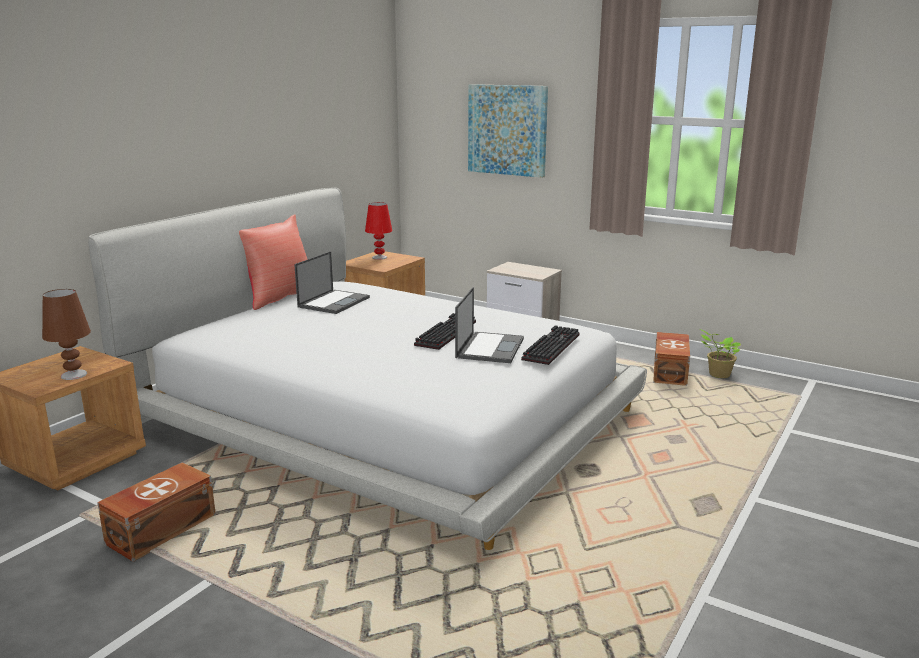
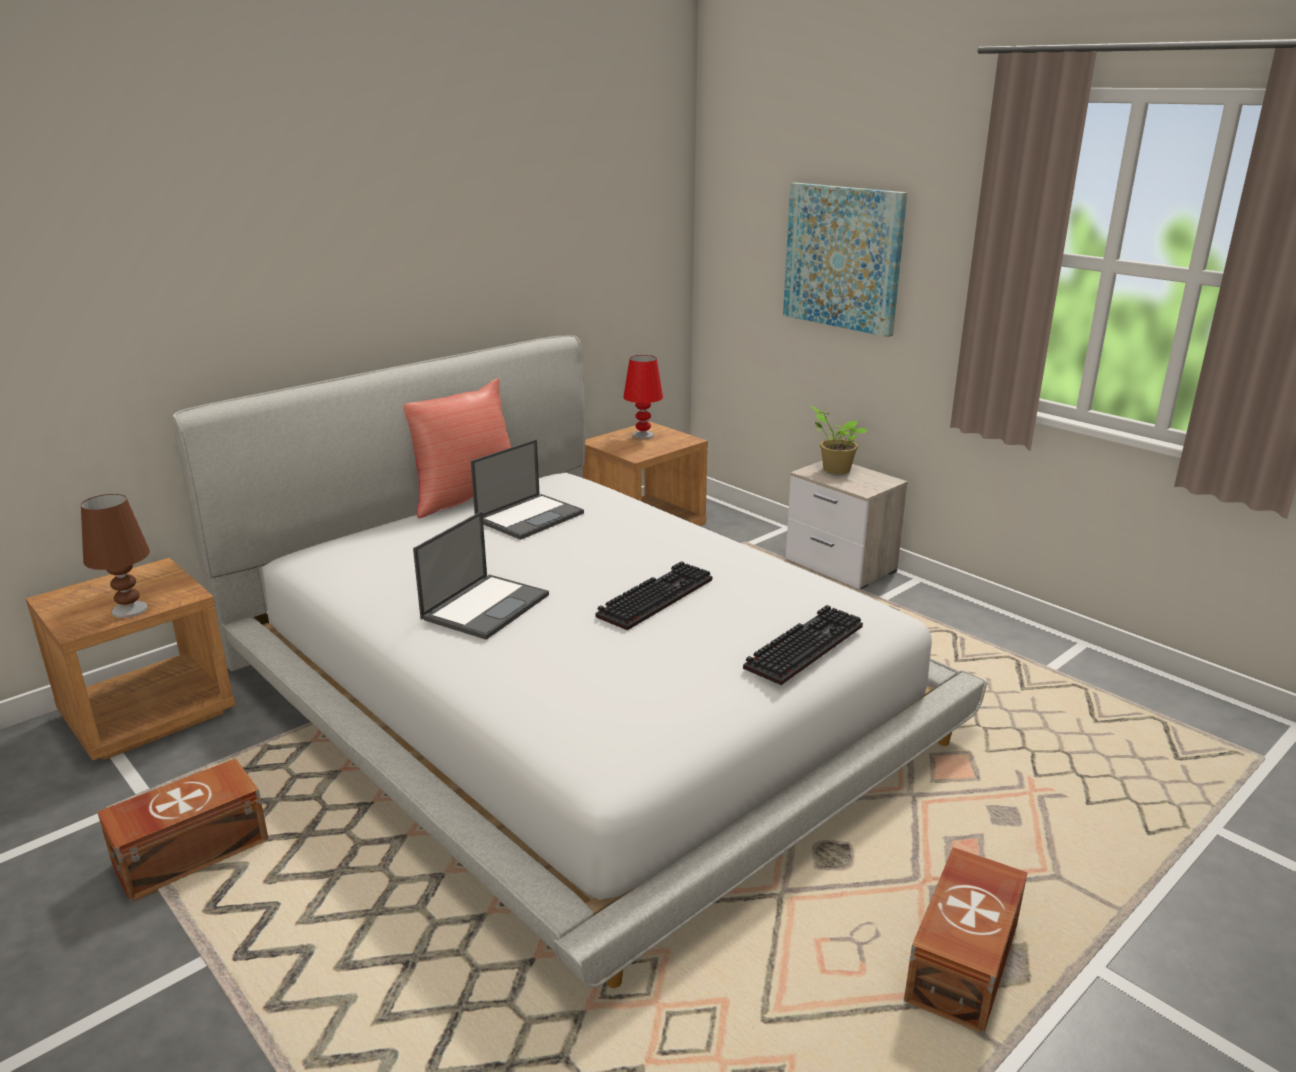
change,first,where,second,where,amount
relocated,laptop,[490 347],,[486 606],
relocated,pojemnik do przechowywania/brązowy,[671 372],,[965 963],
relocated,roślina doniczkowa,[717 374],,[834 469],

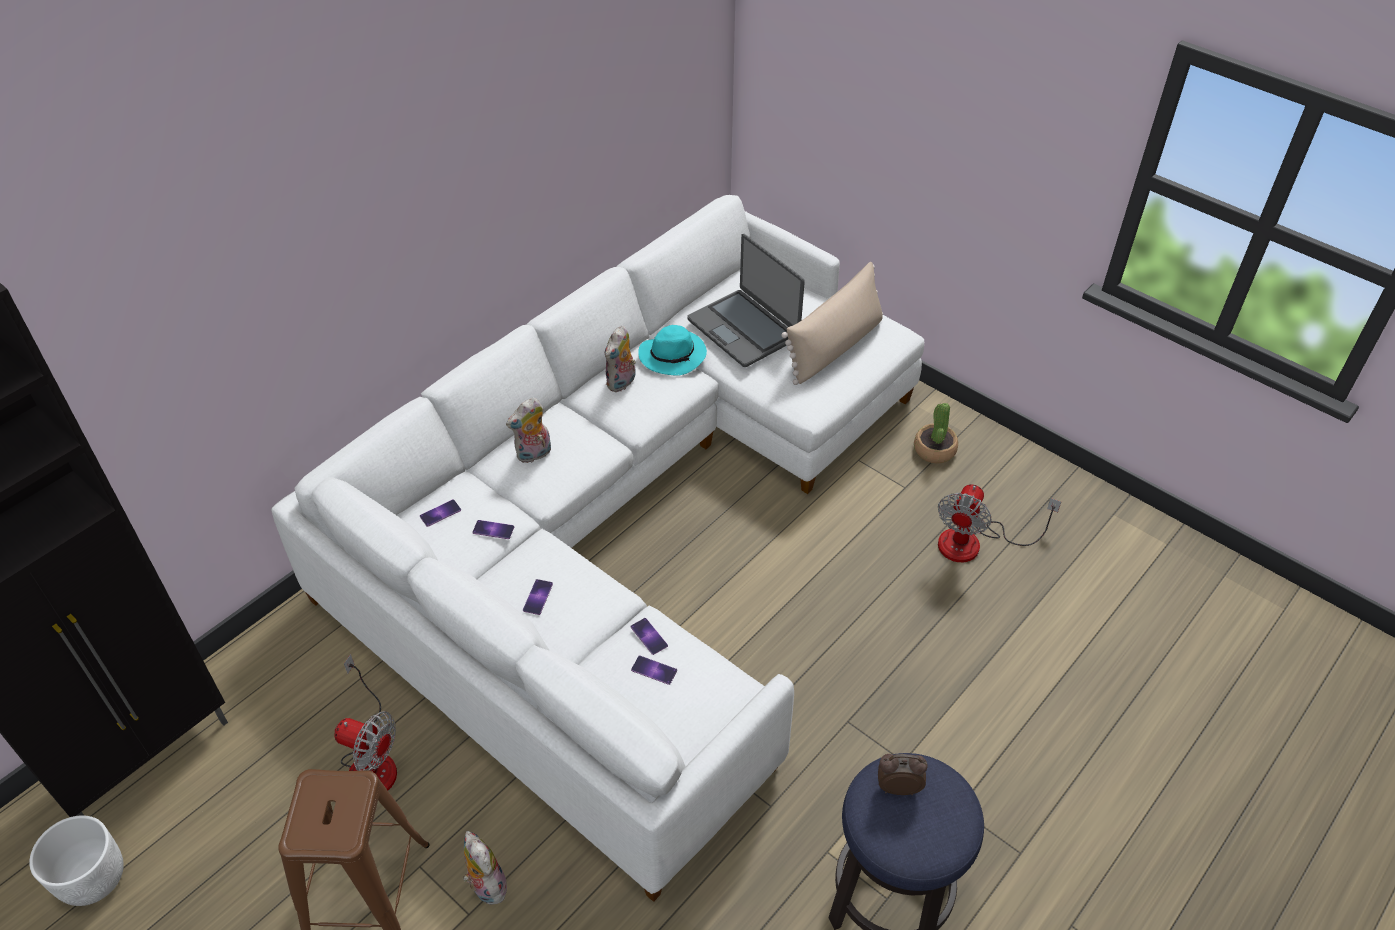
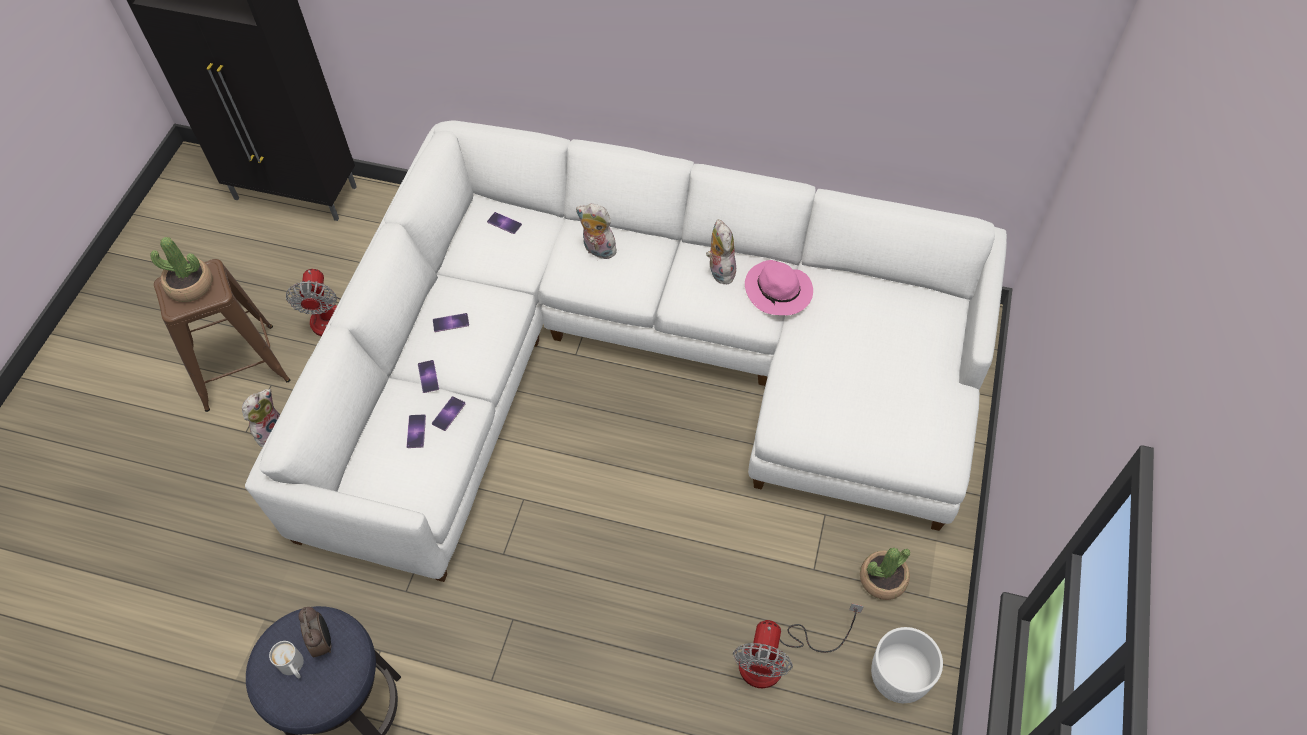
change,first,where,second,where,amount
missing,laptop,[744 329],,,
missing,poduszka/beżowy,[835 347],,,
appeared,,,roślina doniczkowa,[190 286],
appeared,,,kubek/biały,[294 667],
relocated,donica/biały,[93 878],,[899 677],
relocated,telefon,[493 529],,[428 376],
colour,kapelusz/turkusowy,[673 355],kapelusz/różowy,[779 291],
spun,pluszak,[622 383],,[719 270],75 degrees clockwise
spun,wentylator,[974 543],,[777 658],75 degrees counterclockwise

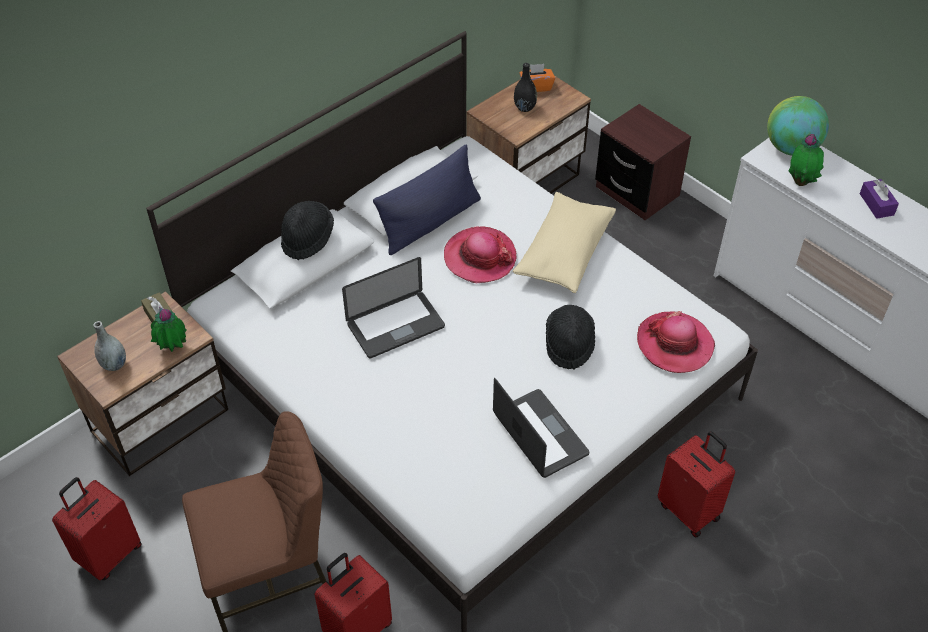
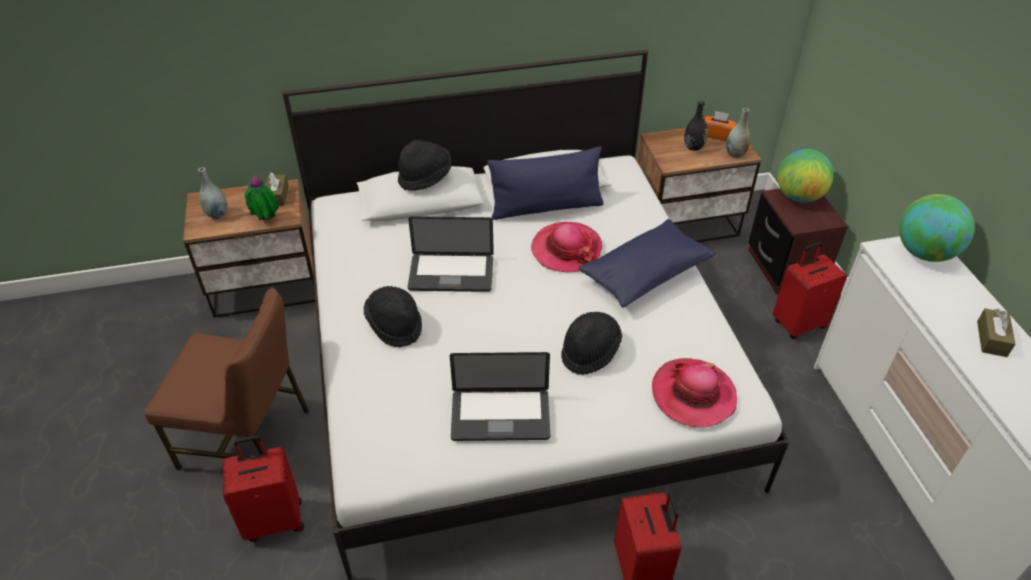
change,first,where,second,where,amount
missing,roślina doniczkowa,[801 182],,,
appeared,,,kapelusz/czarny,[395 325],
appeared,,,wazon/szary,[735 154],
appeared,,,globus,[798 196],
relocated,walizka/czerwony,[109 554],,[798 324],
colour,poduszka/beżowy,[564 253],poduszka/niebieski,[645 274],
colour,pudełko chusteczek/fioletowy,[876 204],pudełko chusteczek/brązowy,[991 339],
spun,laptop,[540 434],,[500 416],90 degrees clockwise

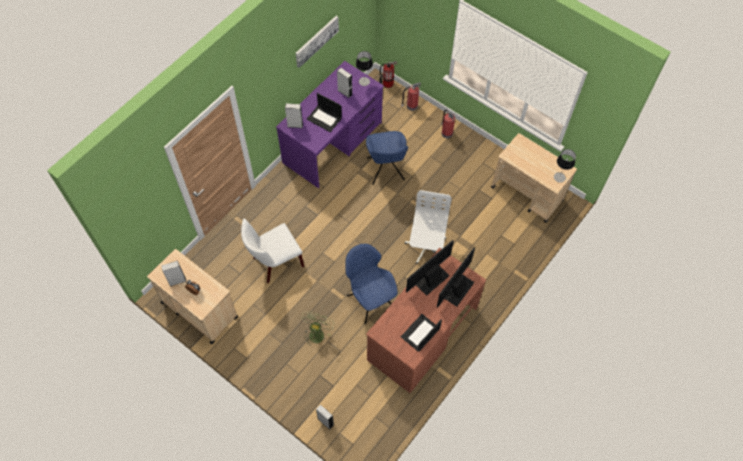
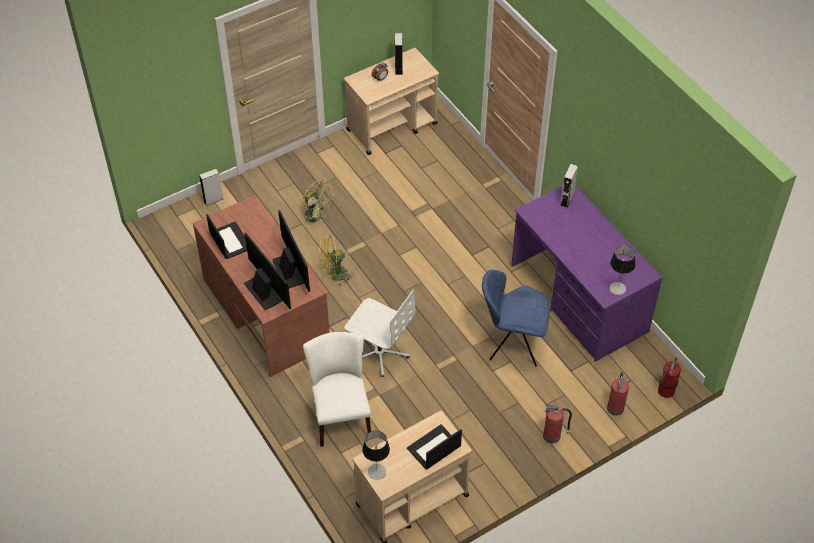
change,first,where,second,where,amount
missing,obraz,[316 40],,,
missing,głośnik/szary,[345 92],,,
relocated,krzesło/biały,[275 263],,[340 414],
relocated,laptop,[324 118],,[433 448],
exchanged,krzesło/niebieski,[370 299],wentylator/żółty,[334 275],

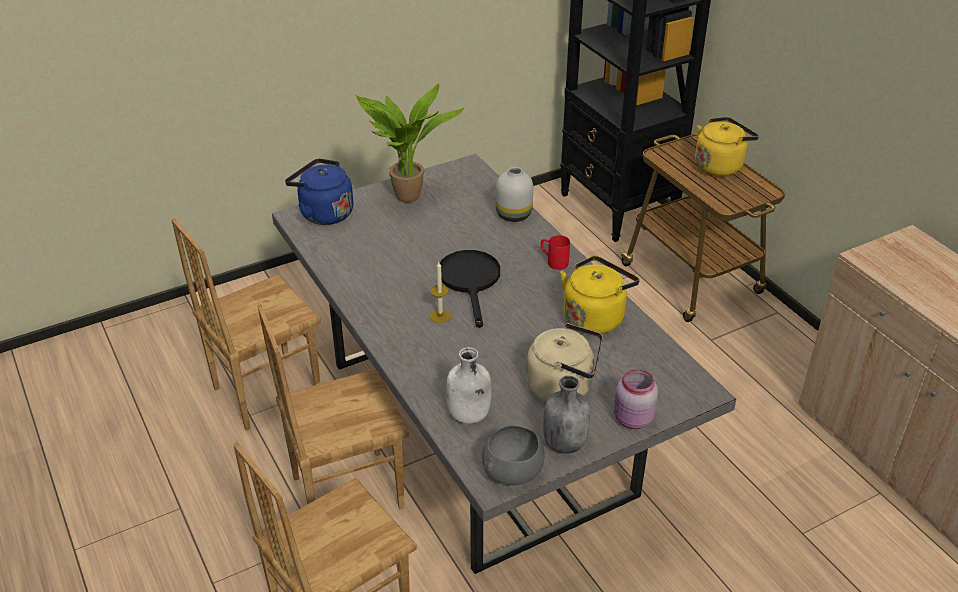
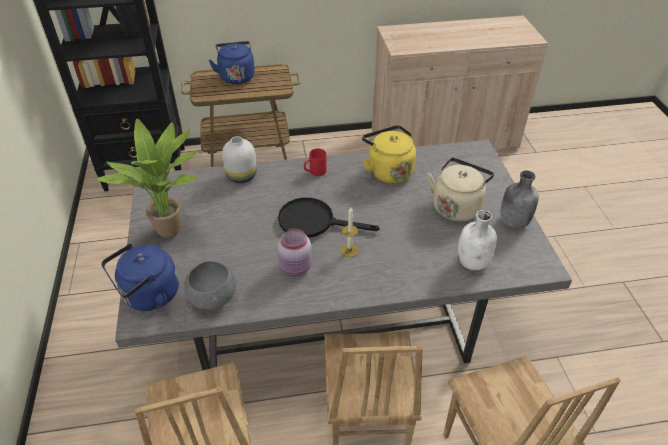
change,first,where,second,where,amount
relocated,miska/szary,[512 473],,[213 299],
relocated,słoik/różowy,[632 420],,[296 268],
colour,czajnik/żółty,[720 165],czajnik/niebieski,[236 76],

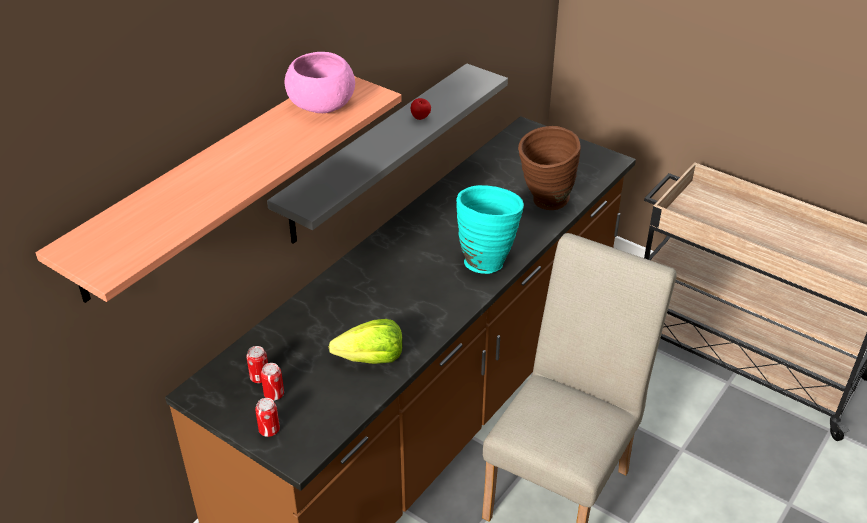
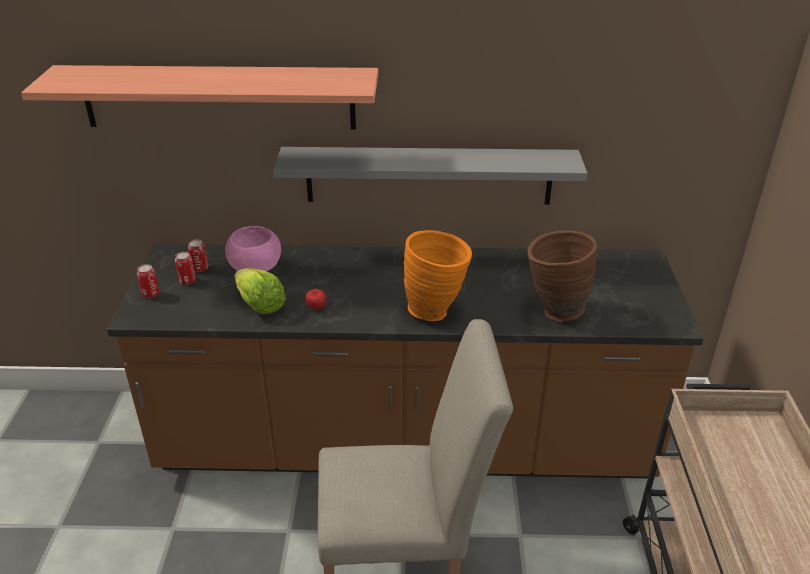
change,first,where,second,where,amount
relocated,miska/różowy,[321 106],,[255 268],
relocated,jabłko,[420 118],,[316 308],
colour,wazon/turkusowy,[486 259],wazon/pomarańczowy,[436 311],

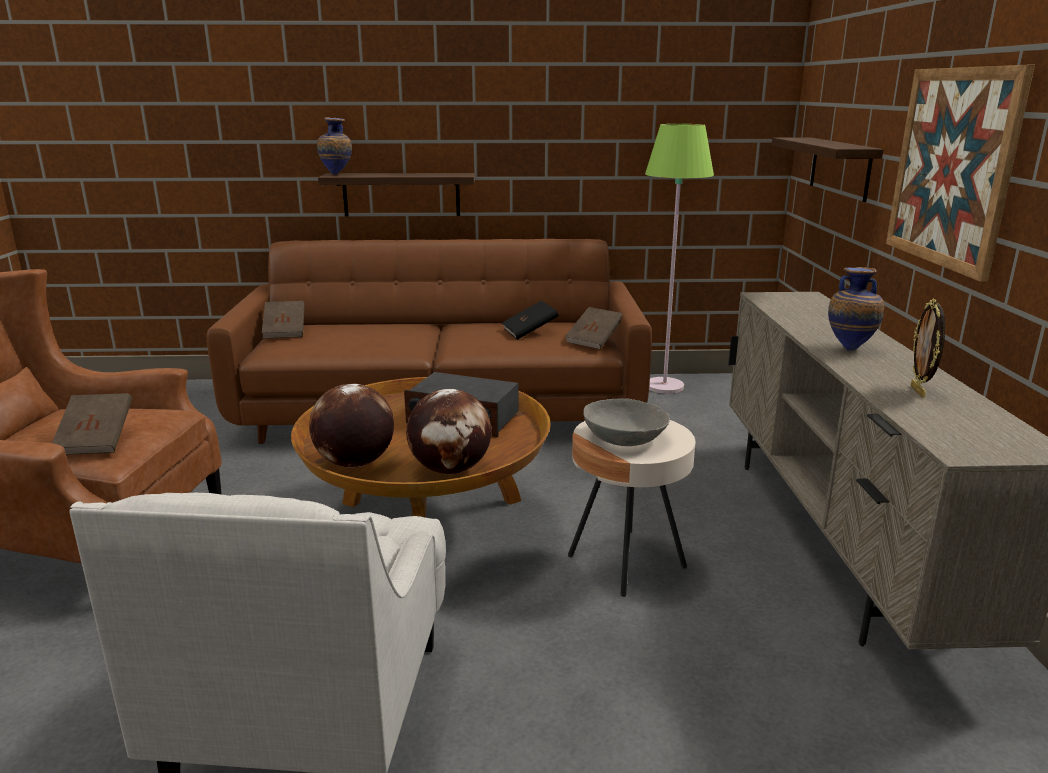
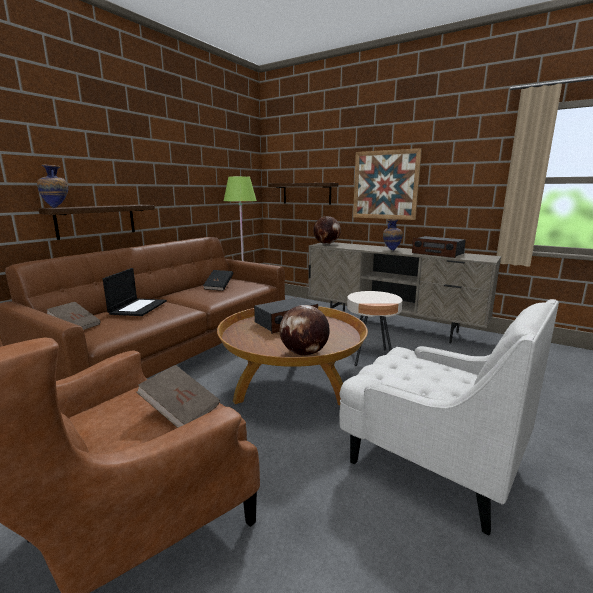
change,first,where,second,where,amount
missing,książka/brązowy,[594 341],,,
missing,miska/szary,[624 438],,,
appeared,,,laptop,[138 307],
relocated,globus,[451 469],,[326 244],
exchanged,ramka na zdjęcie,[919 391],radio,[437 253],

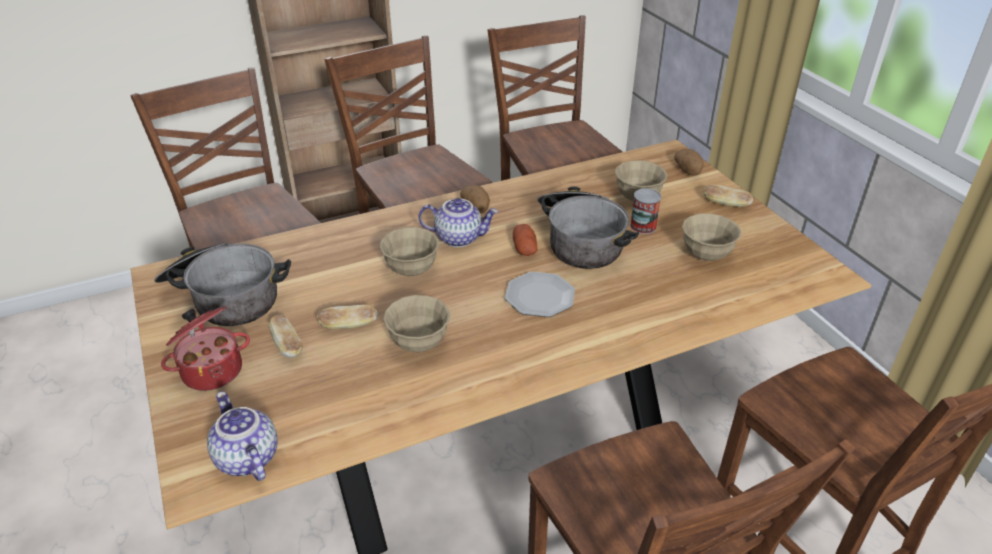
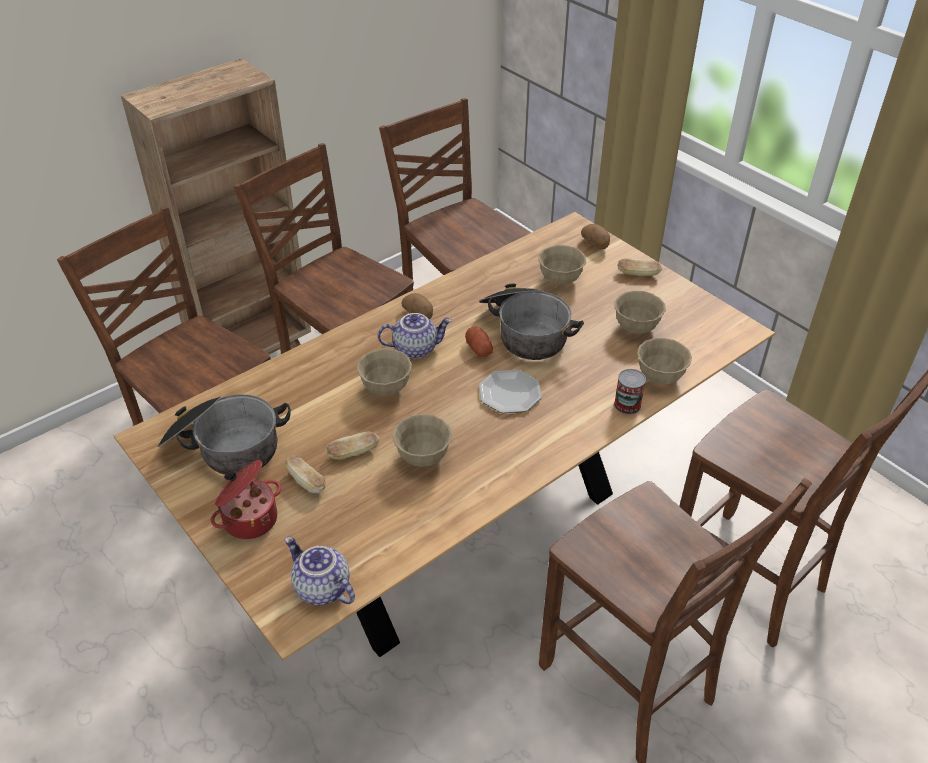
change,first,where,second,where,amount
appeared,,,miska/beżowy,[660 377],
relocated,puszka,[643 226],,[627 405],

